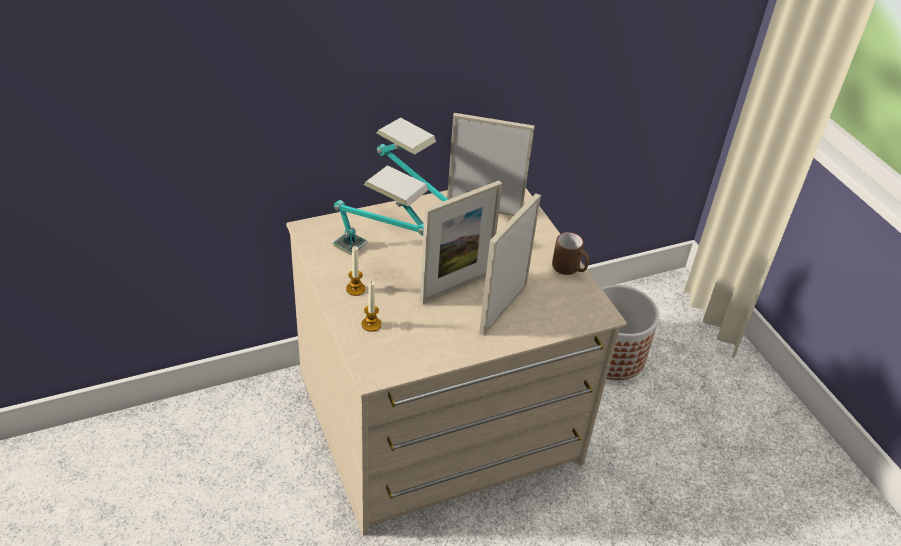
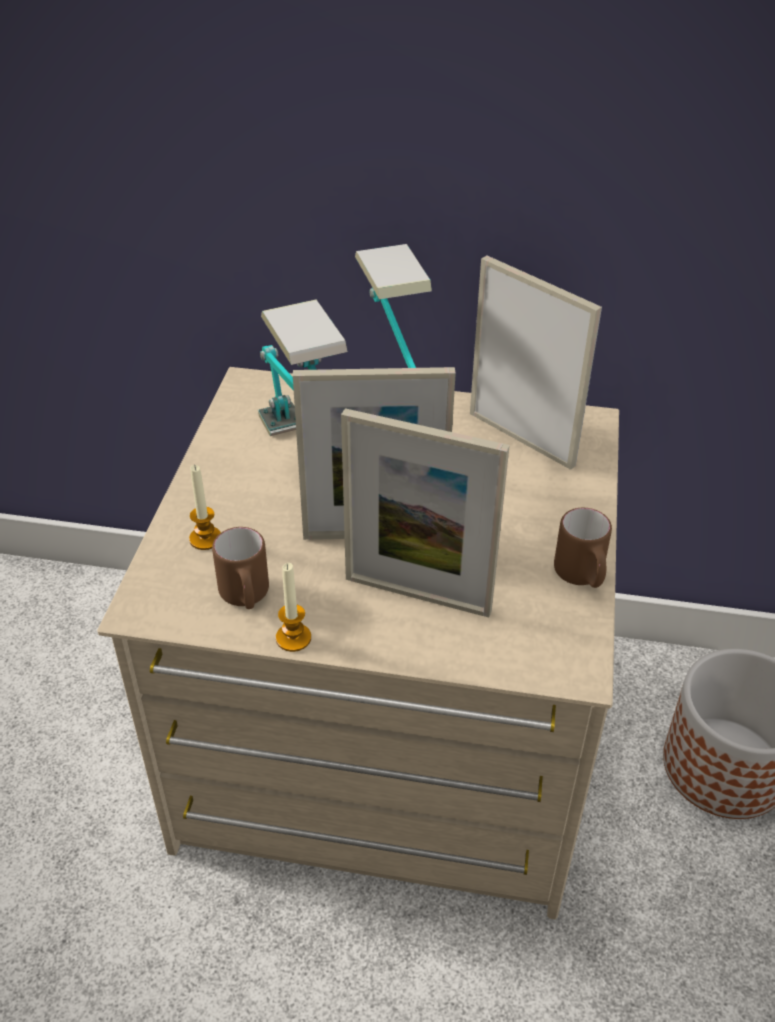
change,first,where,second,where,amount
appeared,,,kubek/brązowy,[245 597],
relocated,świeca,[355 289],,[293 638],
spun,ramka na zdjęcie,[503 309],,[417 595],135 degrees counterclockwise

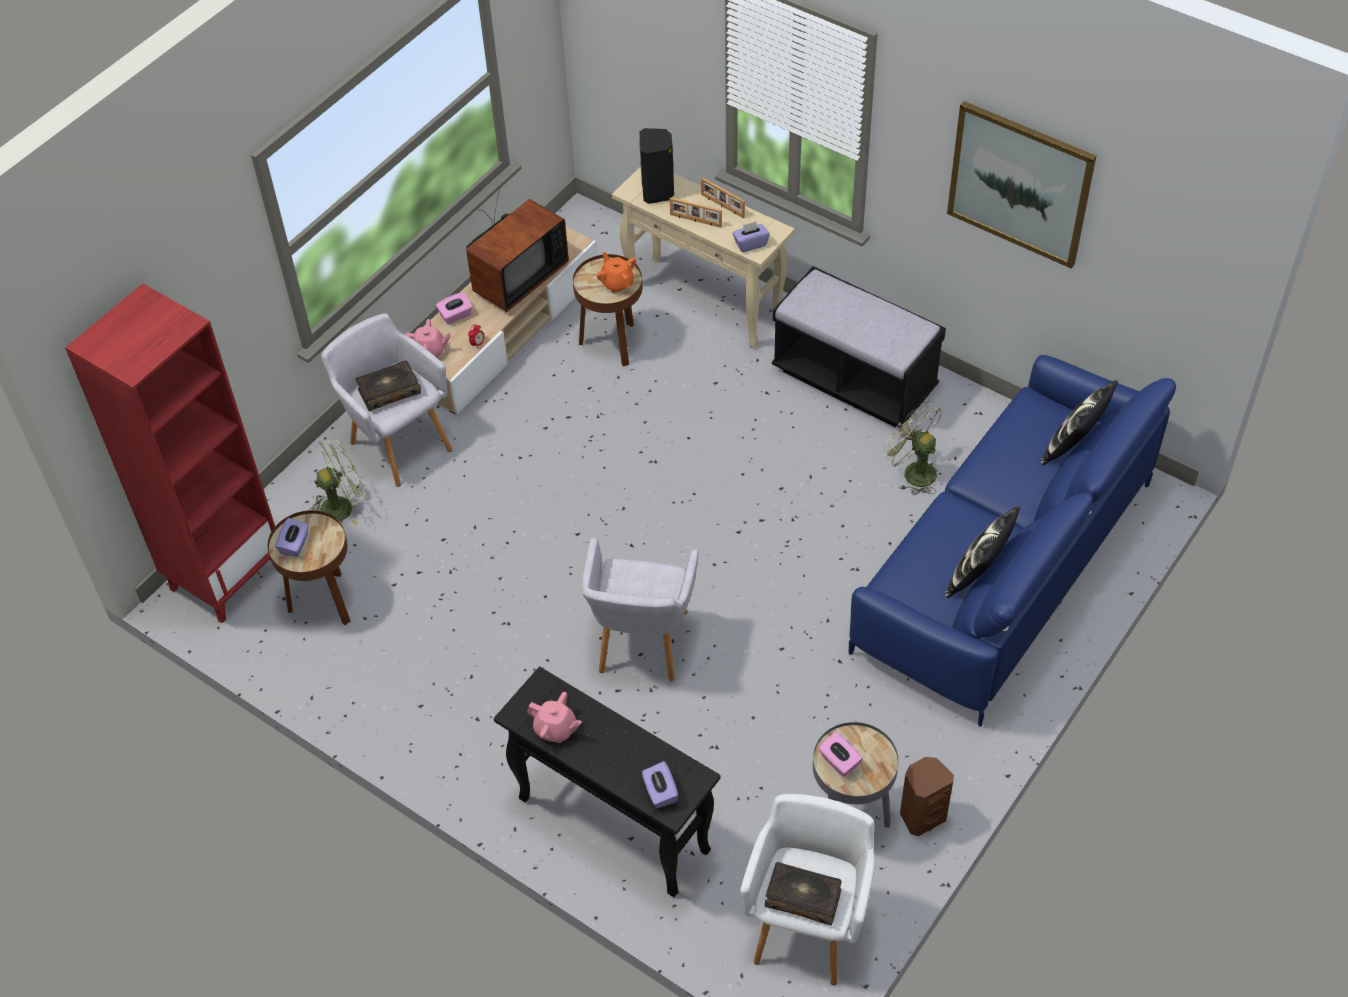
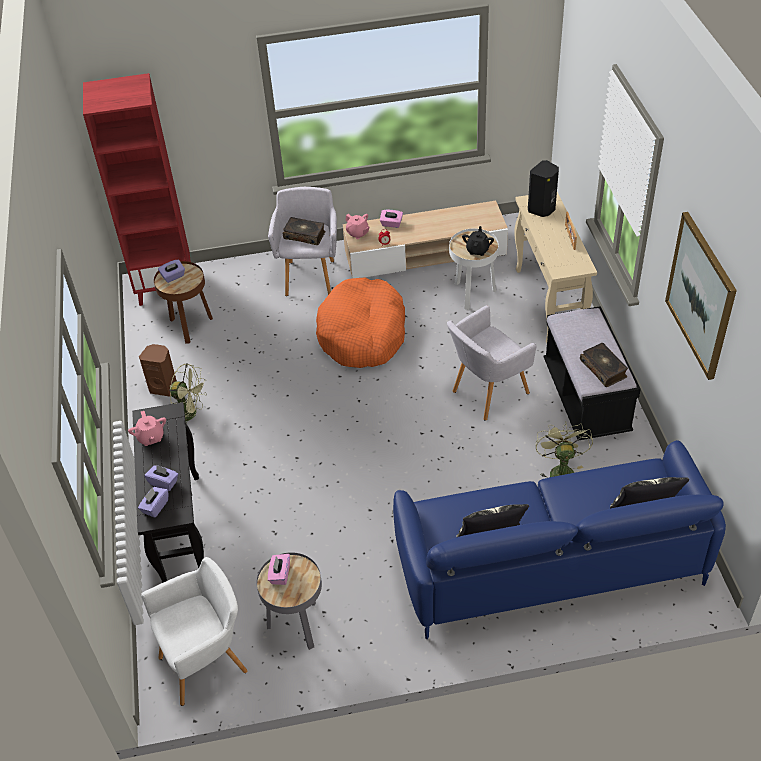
change,first,where,second,where,amount
missing,telewizor,[515 278],,,
missing,ramka na zdjęcie,[695 221],,,
appeared,,,legowisko/pomarańczowy,[362 334],
relocated,wentylator/zielony,[343 505],,[190 413],
relocated,fotel/szary,[641 645],,[487 393],
relocated,pudełko chusteczek/fioletowy,[750 244],,[164 482],
relocated,książka,[803 897],,[603 369],
relocated,głośnik/brązowy,[921 815],,[164 387],
colour,stolik/brązowy,[612 343],stolik/biały,[473 294],
colour,imbryk/pomarańczowy,[617 283],imbryk/czarny,[477 250],

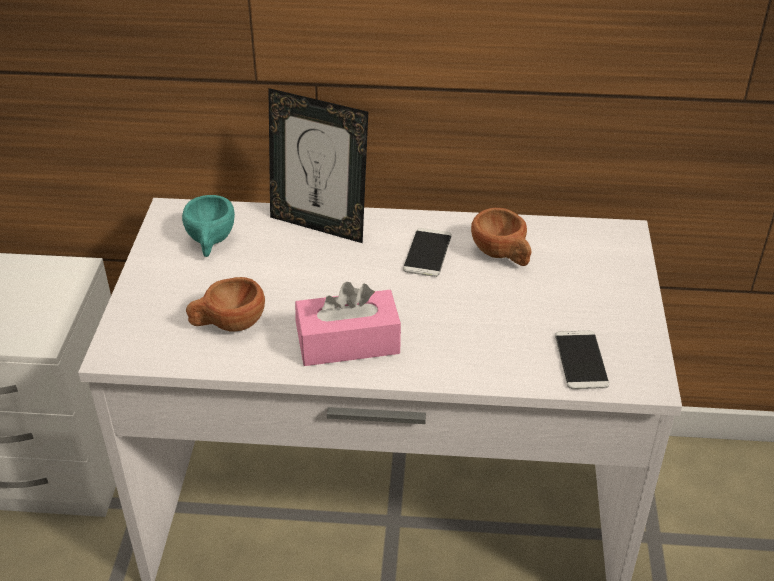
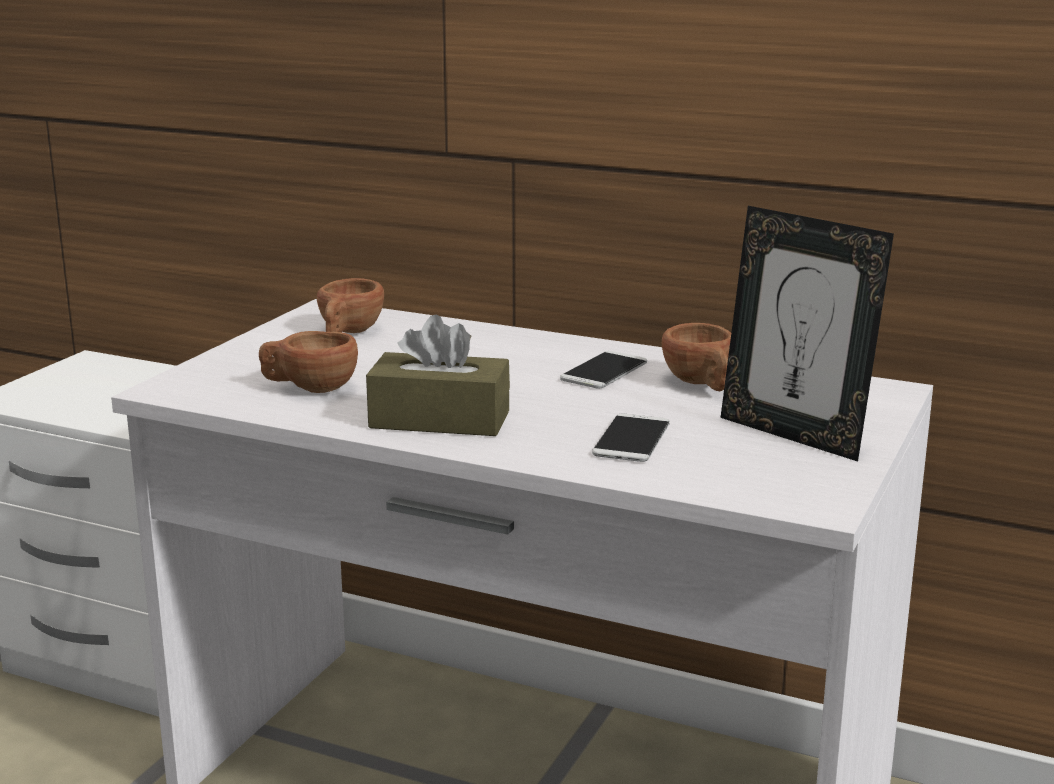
change,first,where,second,where,amount
relocated,ramka na zdjęcie,[319 225],,[794 435],
relocated,telefon,[581 360],,[631 439],
colour,filiżanka/turkusowy,[210 242],filiżanka/brązowy,[348 333],
colour,pudełko chusteczek/różowy,[348 343],pudełko chusteczek/brązowy,[439 420],

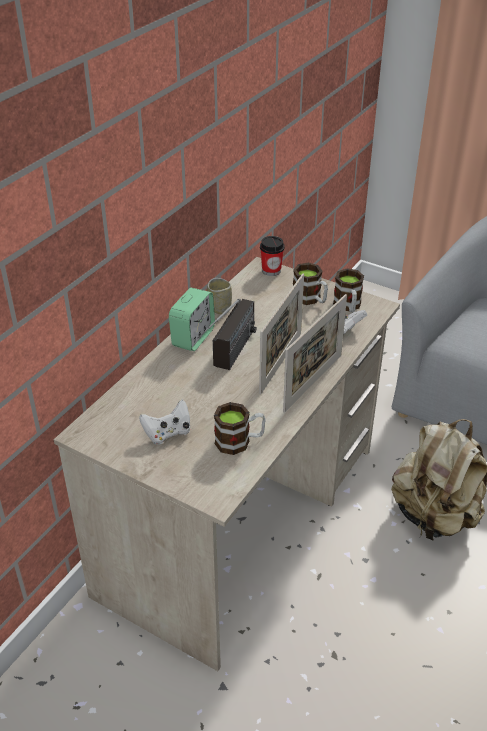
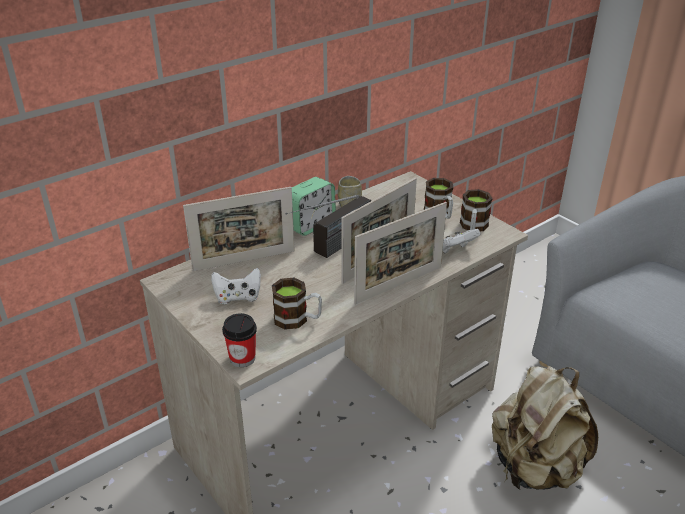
change,first,where,second,where,amount
appeared,,,ramka na zdjęcie,[244 260],
relocated,filiżanka,[271 270],,[242 358],

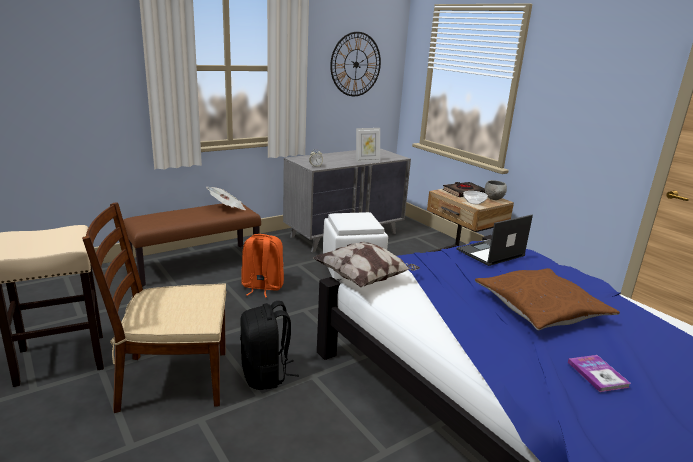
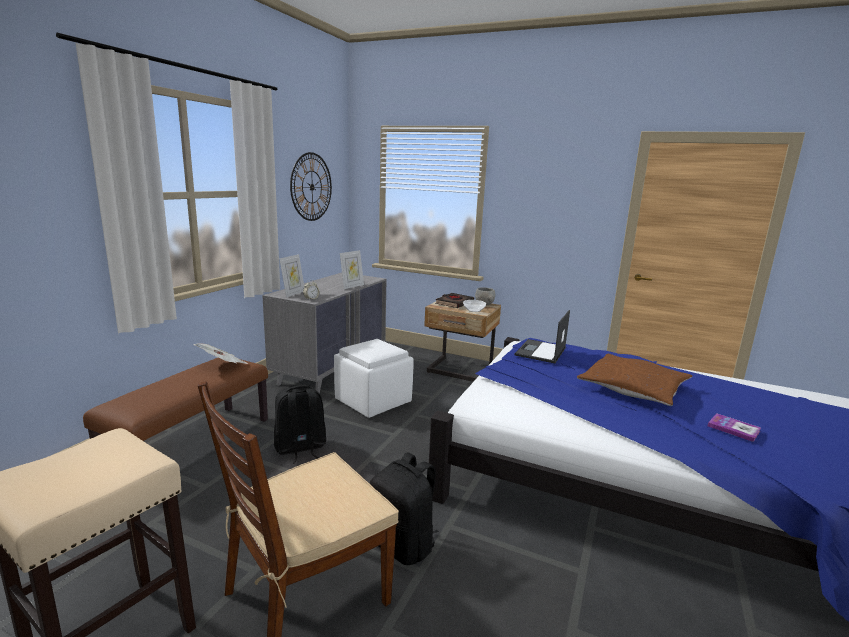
change,first,where,second,where,amount
missing,poduszka,[365 279],,,
appeared,,,ramka na zdjęcie,[293 293],
colour,plecak/pomarańczowy,[262 287],plecak/czarny,[300 448],

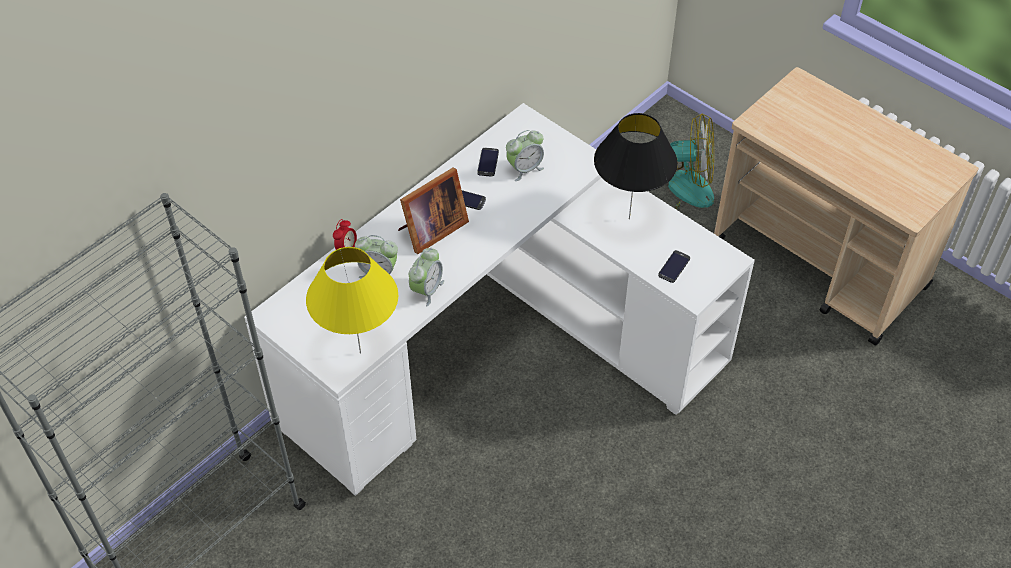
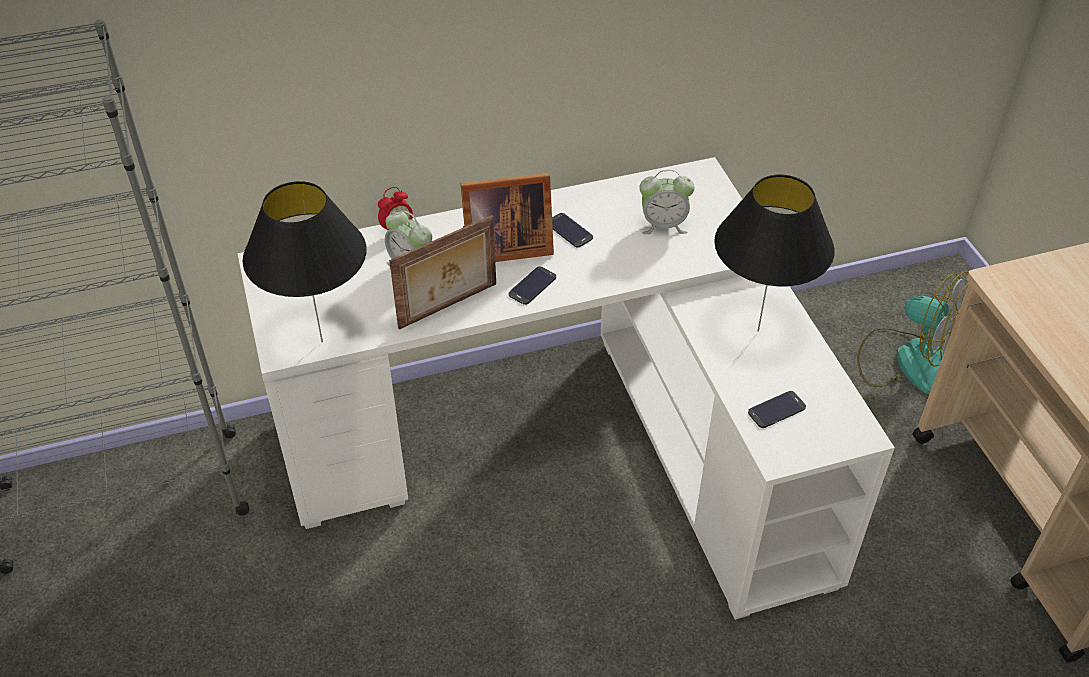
change,first,where,second,where,amount
relocated,telefon,[488 162],,[532 286],
exchanged,budzik,[427 290],ramka na zdjęcie,[449 307],
colour,lampa stołowa/żółty,[360 352],lampa stołowa/czarny,[322 341],

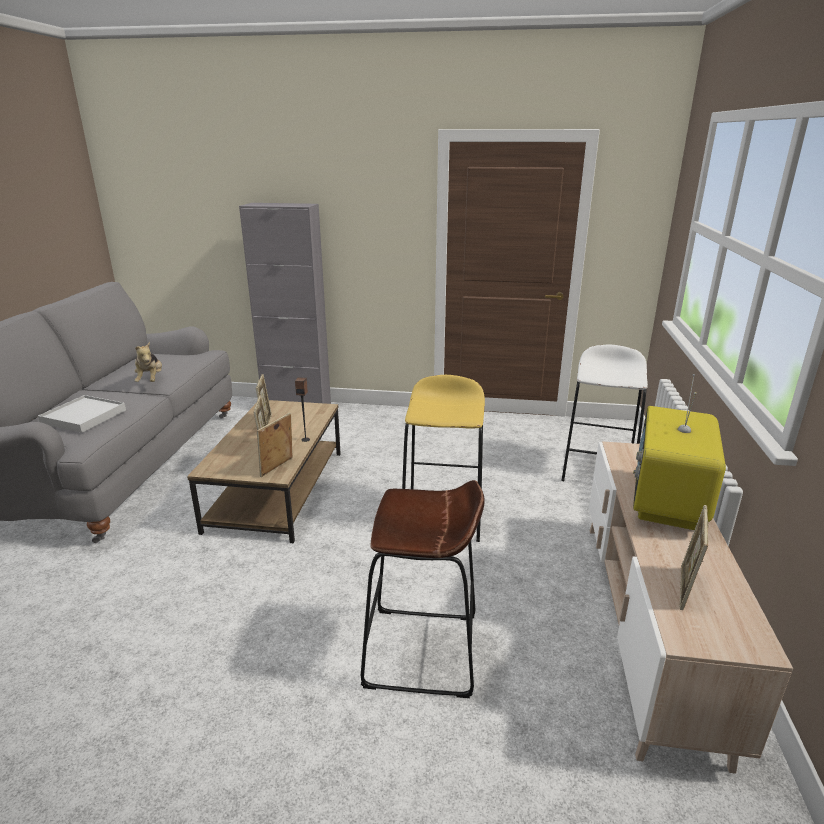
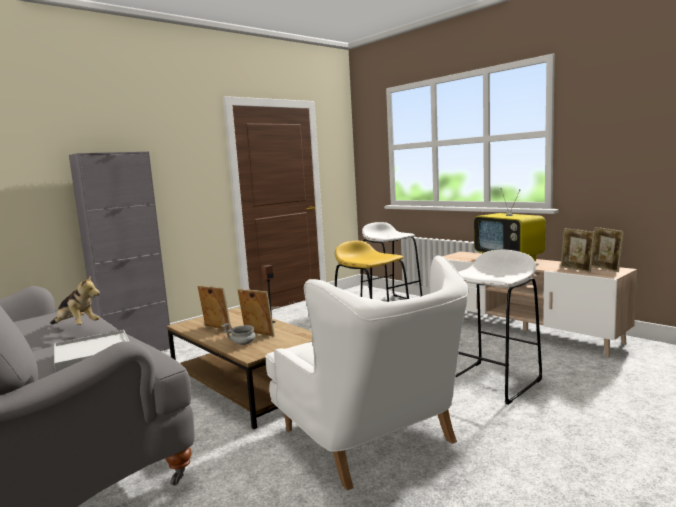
change,first,where,second,where,amount
appeared,,,miska/szary,[242 344],
appeared,,,fotel/biały,[370 438],
relocated,ramka na zdjęcie,[277 468],,[605 269],
colour,stołek/brązowy,[422 651],stołek/biały,[492 381],

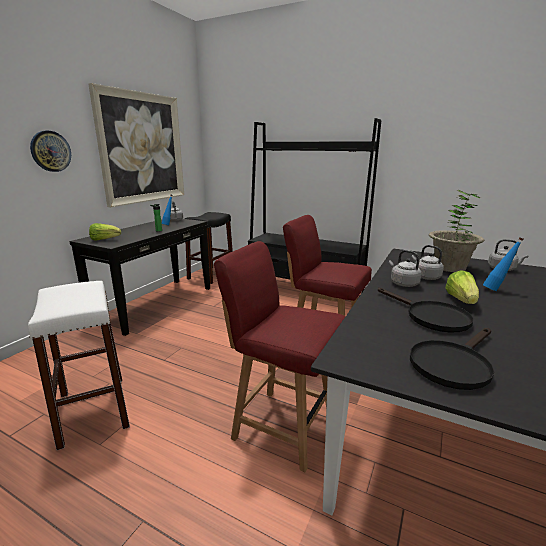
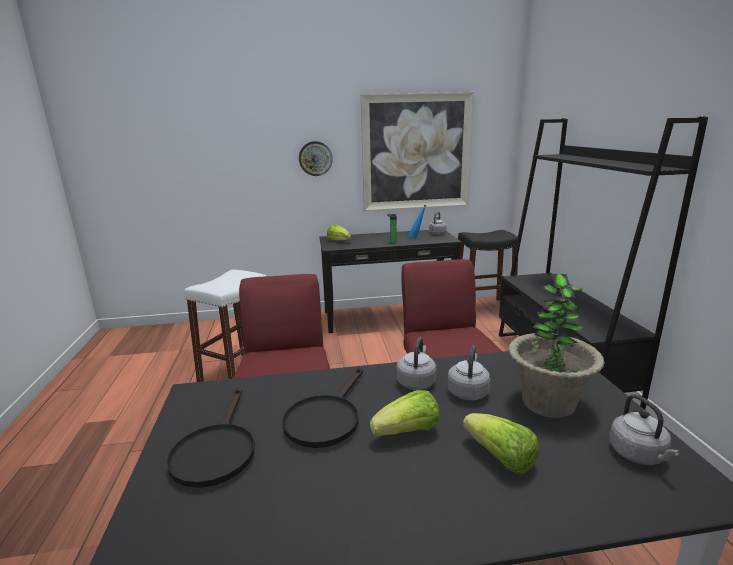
change,first,where,second,where,amount
exchanged,butelka/niebieski,[496 290],sałata,[500 458],
spun,patelnia/czarny,[453 363],,[216 450],105 degrees counterclockwise

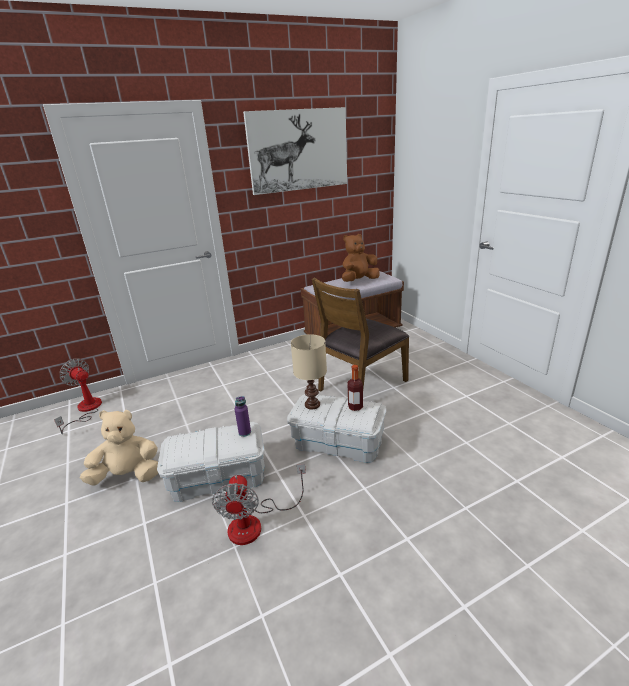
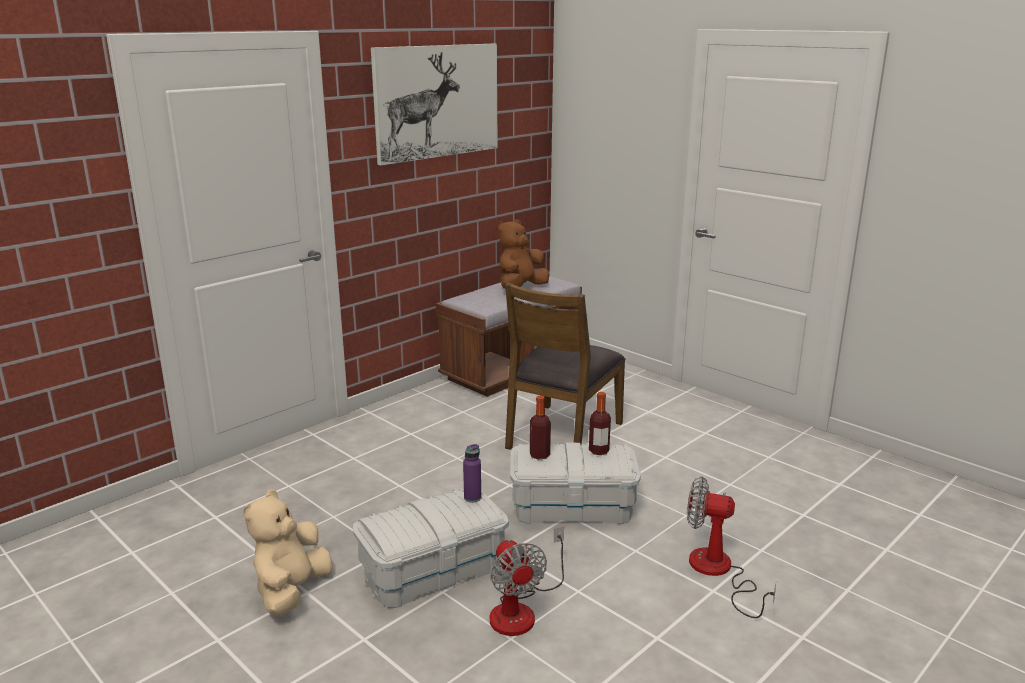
change,first,where,second,where,amount
relocated,wentylator,[85 410],,[718 572],
exchanged,lampa stołowa/beżowy,[311 404],butelka,[539 455],
spun,pluszak/beżowy,[128 476],,[291 592],45 degrees counterclockwise

